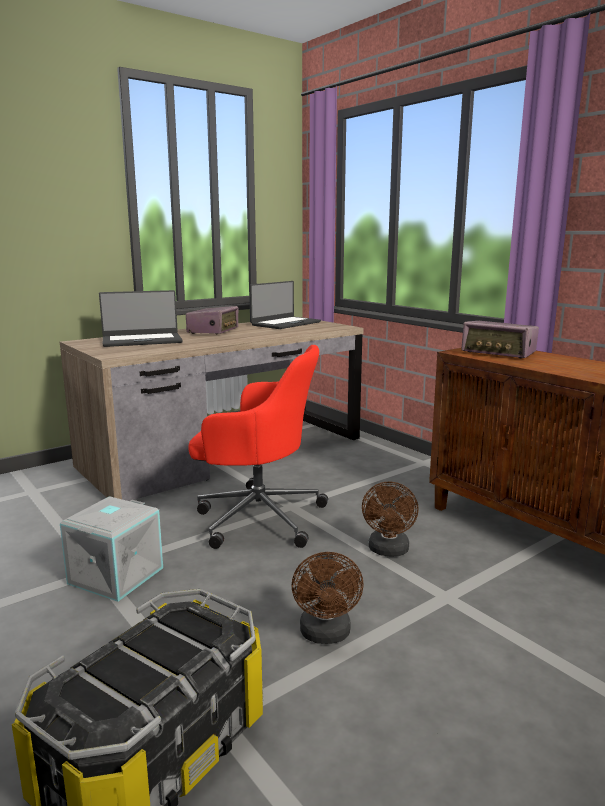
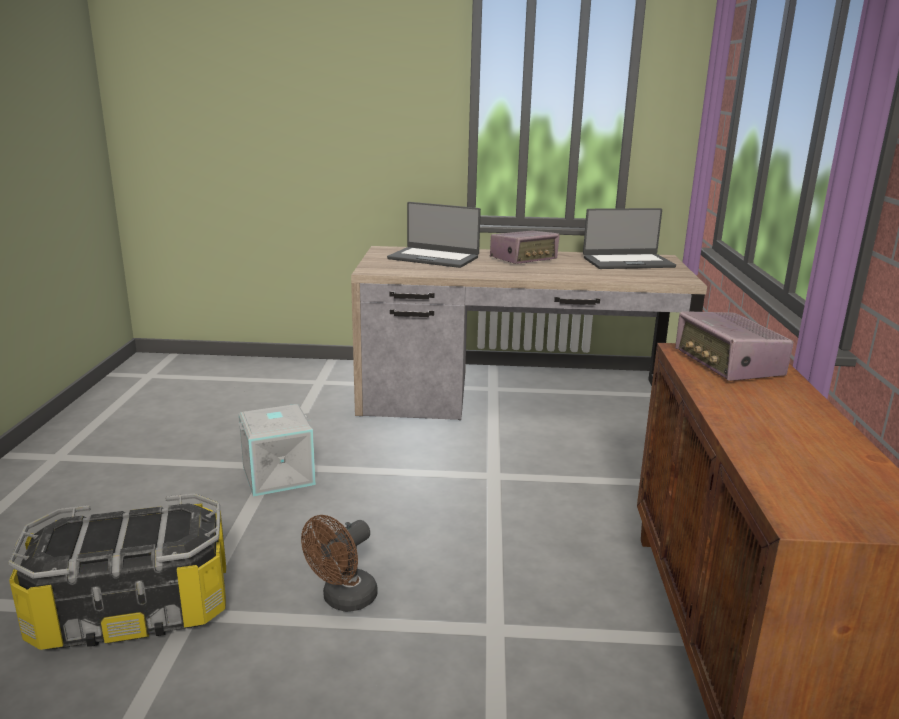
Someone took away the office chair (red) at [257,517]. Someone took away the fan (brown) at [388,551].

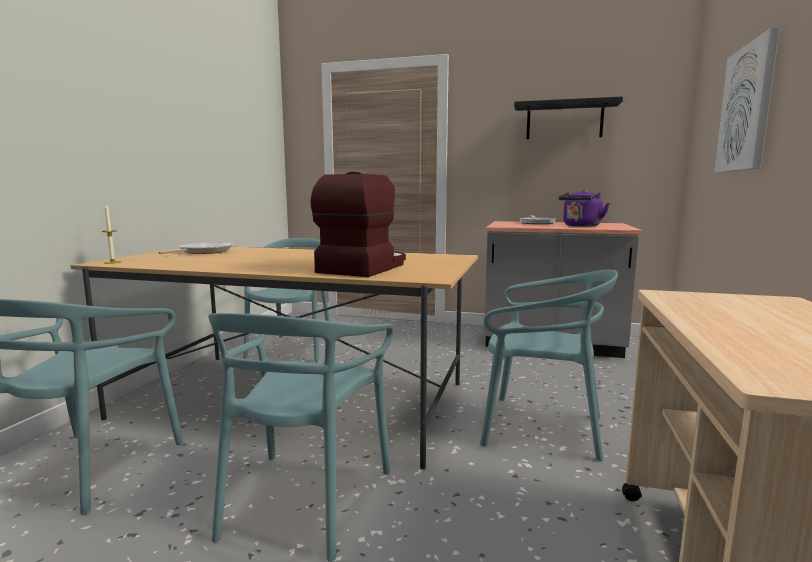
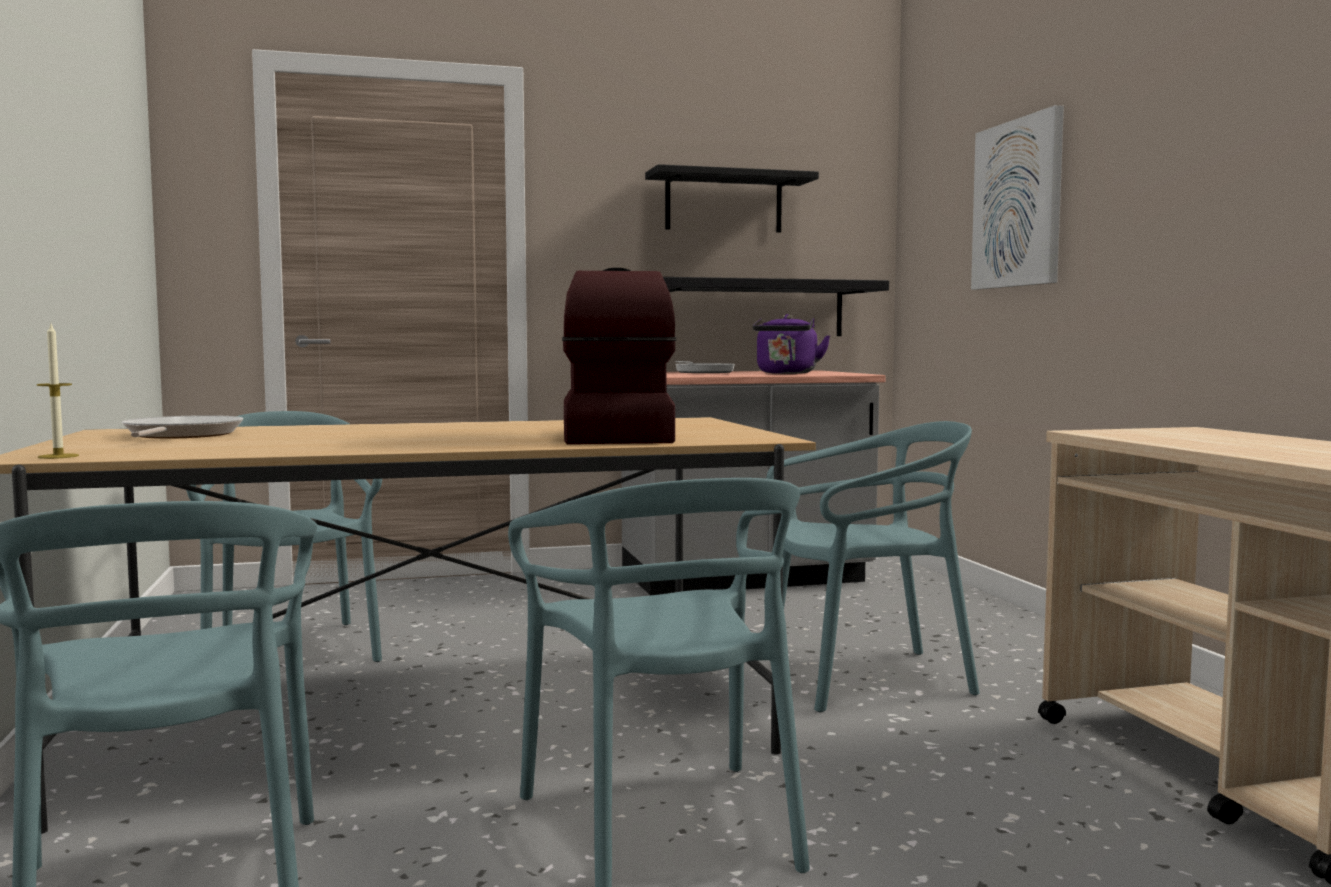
Someone put up the shelf (black) at [753,309].

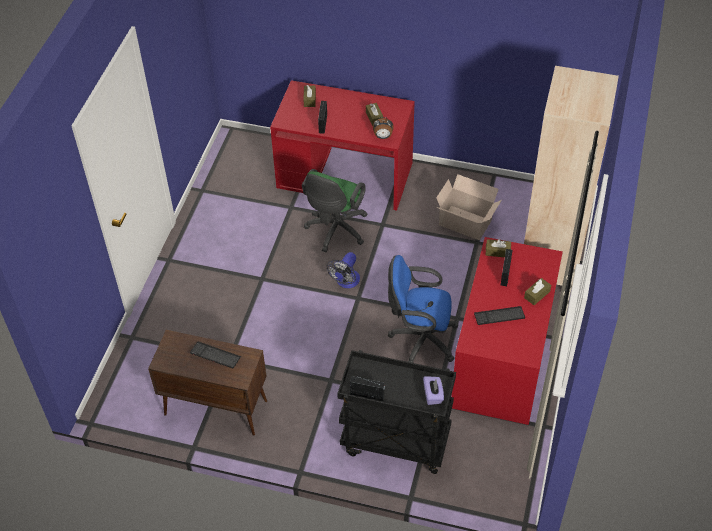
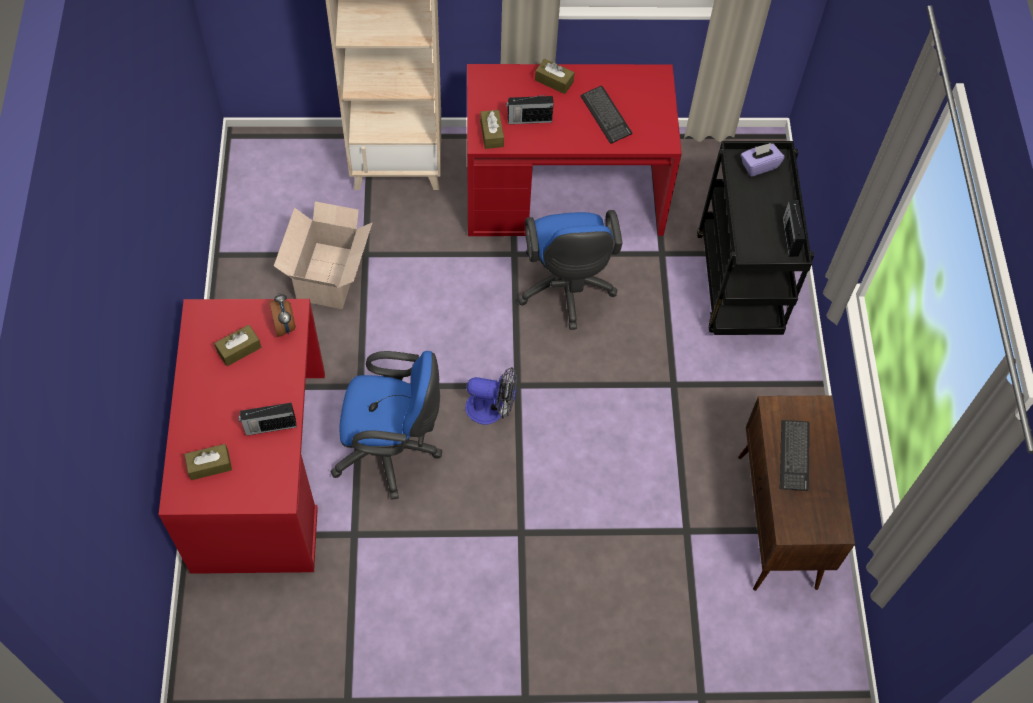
Someone repainted the office chair (green) at [335,231], which became the office chair (blue) at [391,451].

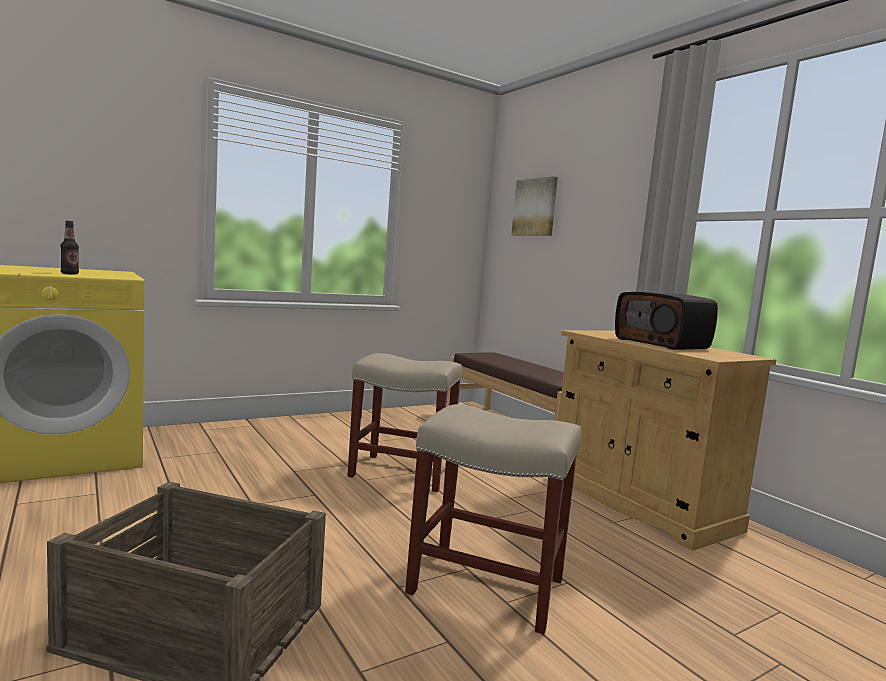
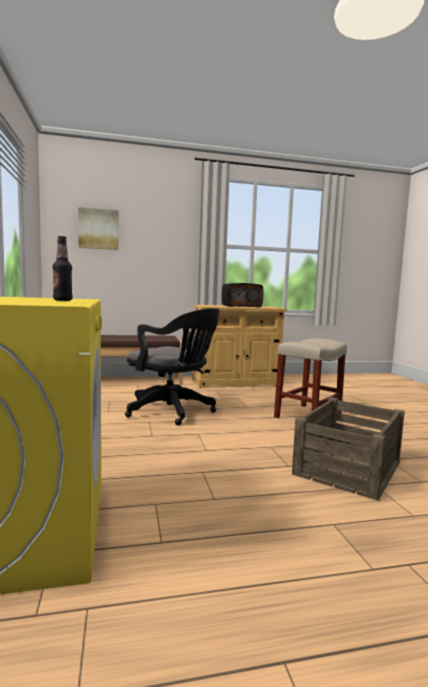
Someone swapped the stool (beige) at [400,472] for the office chair (black) at [173,411].

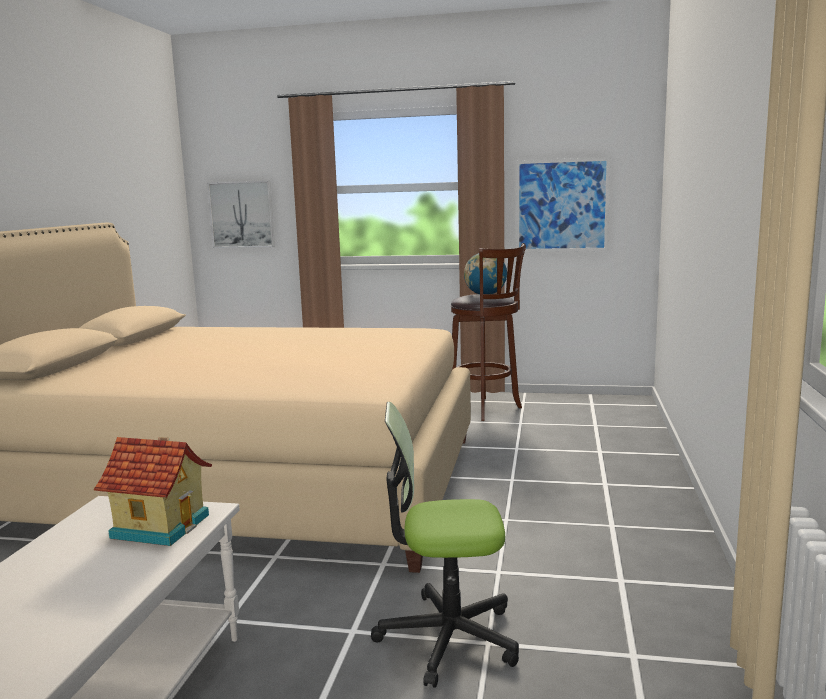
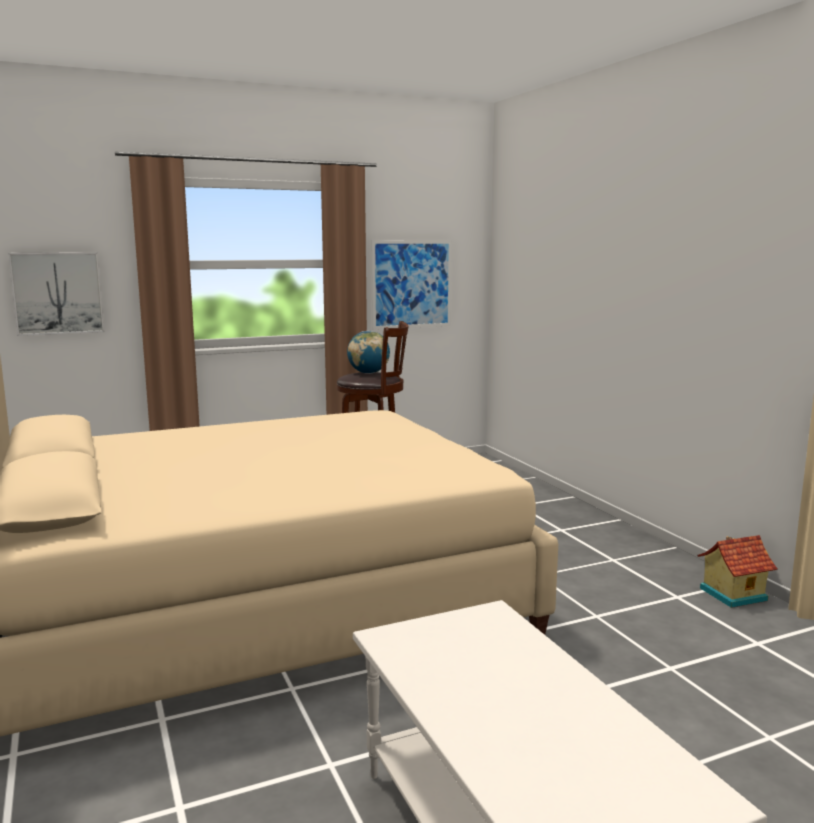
Someone carried the toy house from [161,525] to [731,593]. Someone took away the office chair at [448,637].

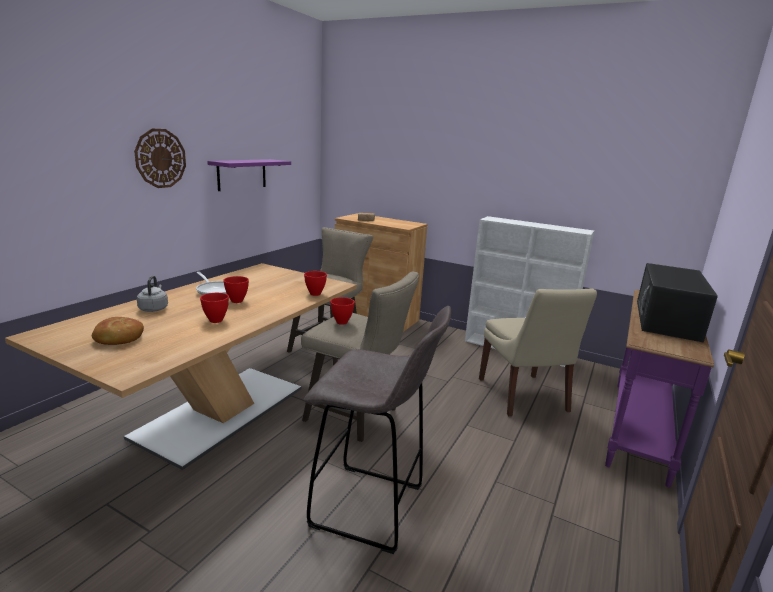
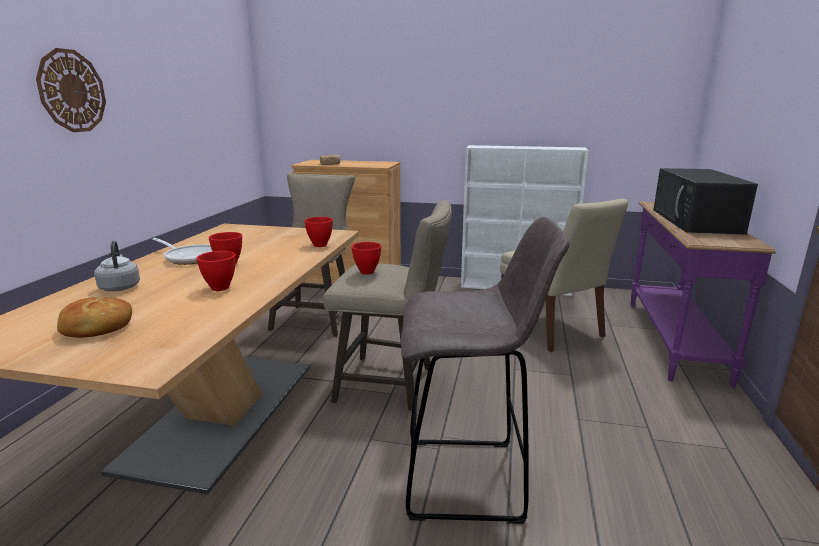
Someone took away the shelf (purple) at [242,174].

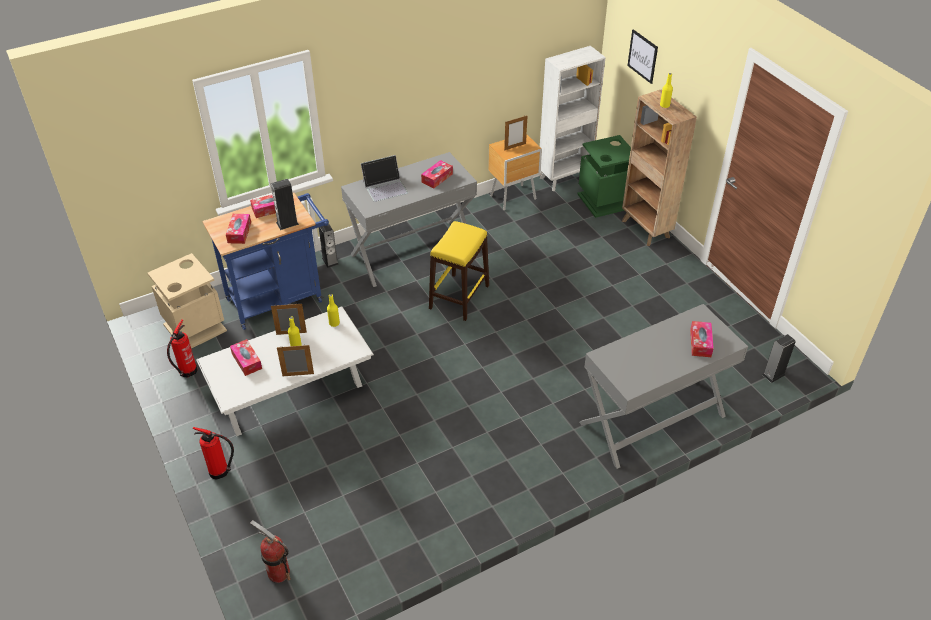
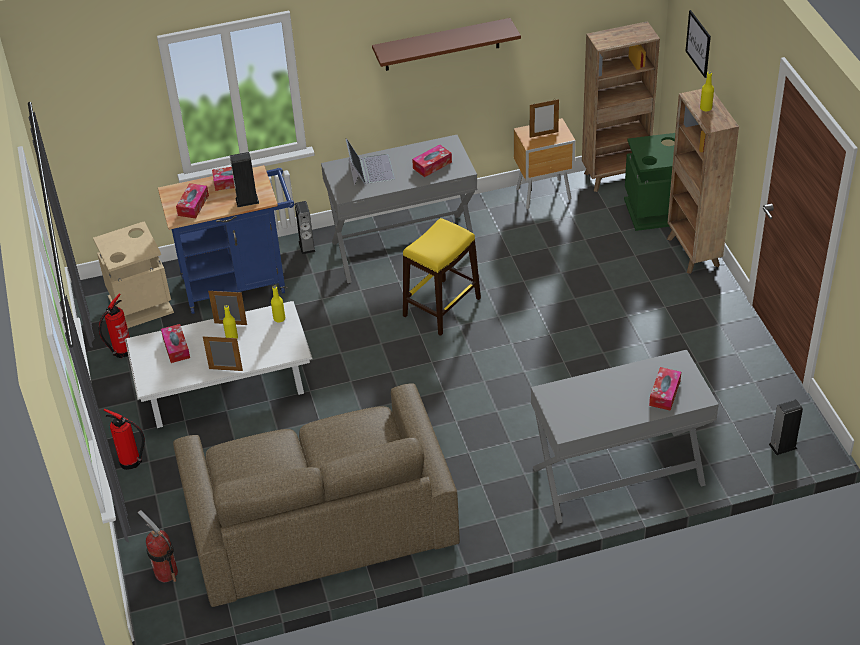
Someone put down the sofa (brown) at [319,519]. Someone rotated the laptop at [385,187] by 90 degrees counterclockwise. Someone put up the shelf (brown) at [442,45]. Someone repainted the bookcase (white) at [565,178], which became the bookcase (brown) at [615,176].

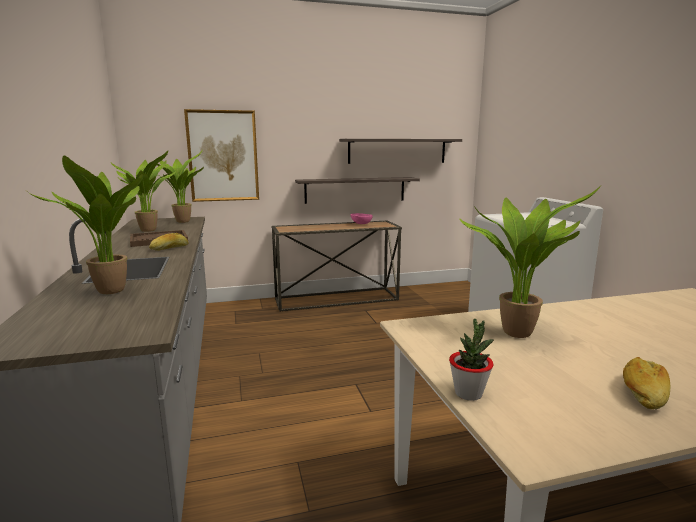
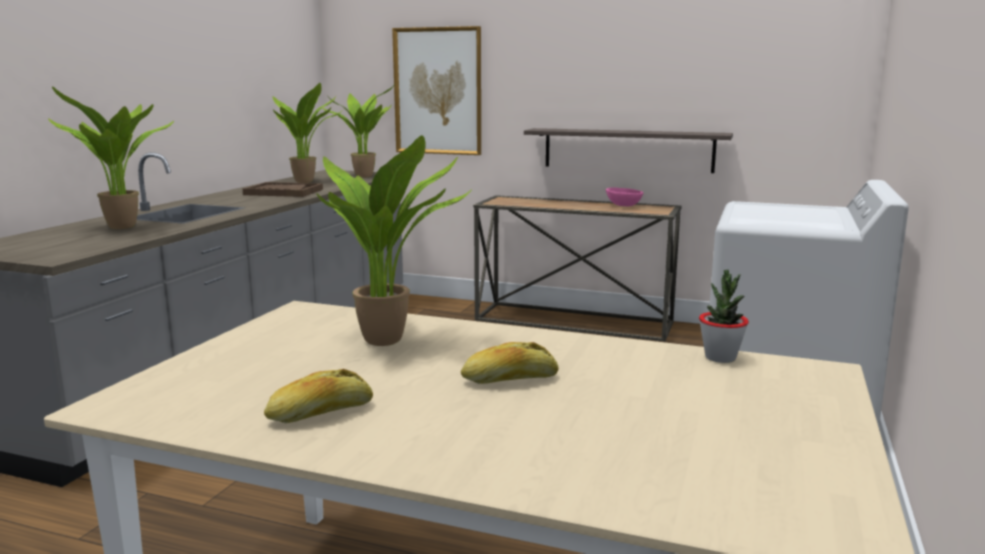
Someone carried the bread from [169,248] to [510,380]. Someone carried the potted plant from [468,393] to [720,358]. Someone took away the shelf at [397,151].

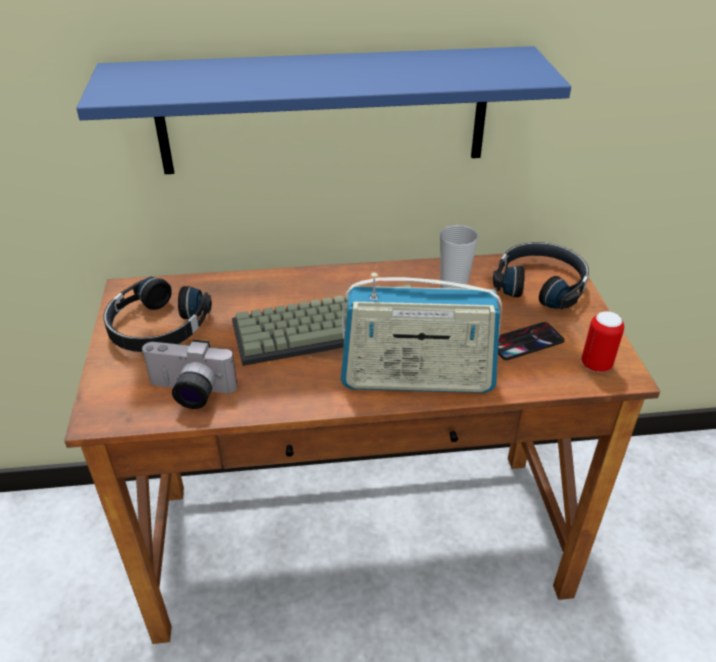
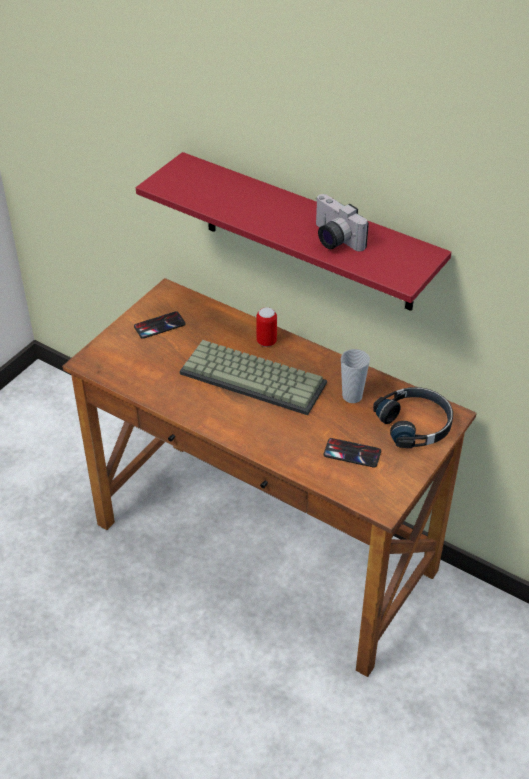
Someone swapped the headphones (black) at [156,328] for the phone at [159,325]. Someone repainted the shelf (blue) at [323,111], which became the shelf (red) at [308,233]. Someone carried the can from [596,365] to [266,342]. Someone carried the photo camera from [189,393] to [333,239]. Someone took away the radio at [417,379].

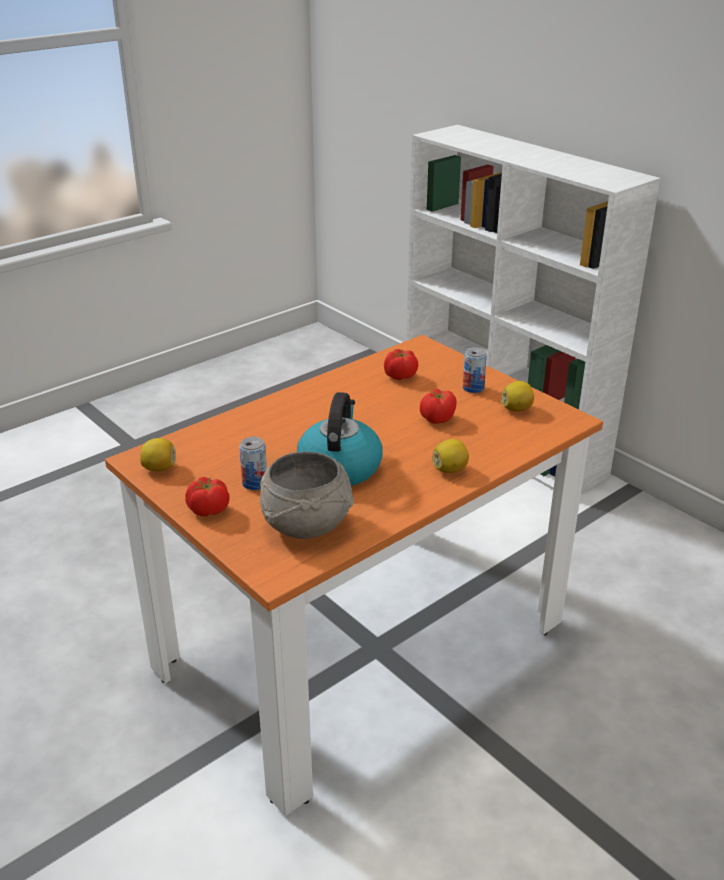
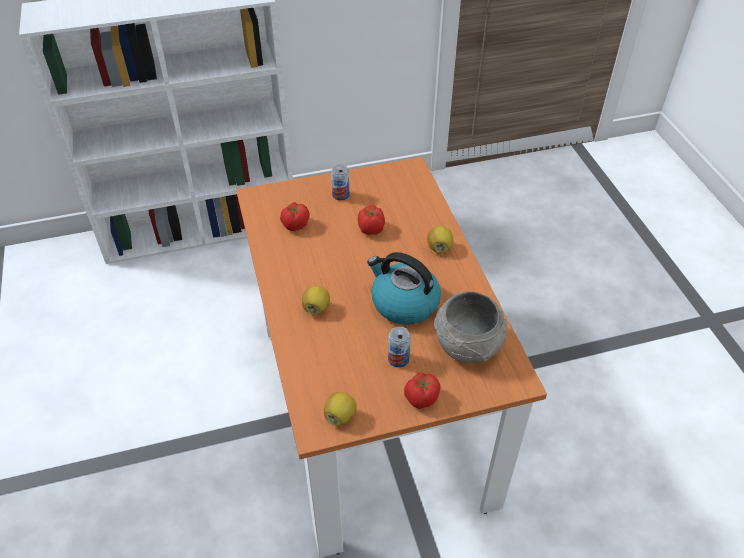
Someone carried the lemon from [516,409] to [316,308].

